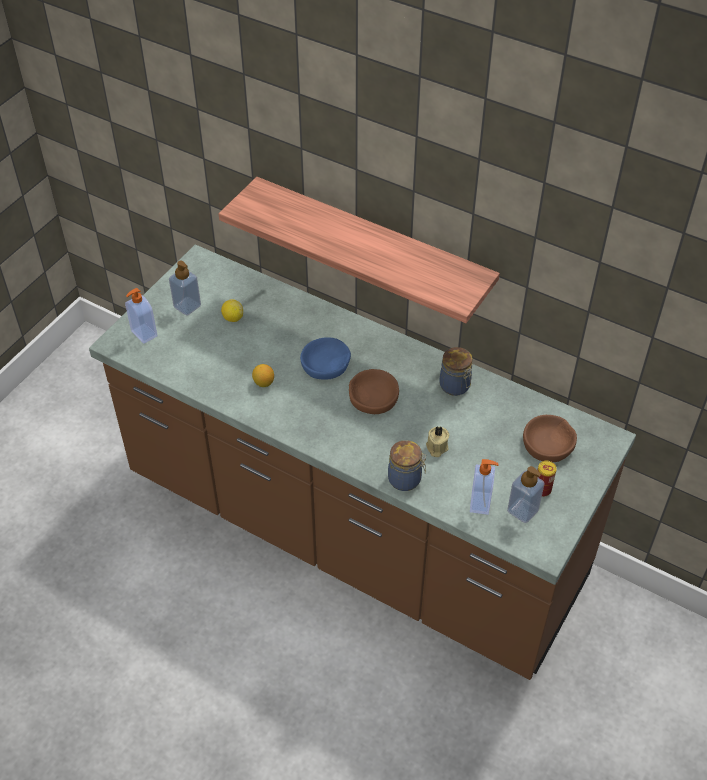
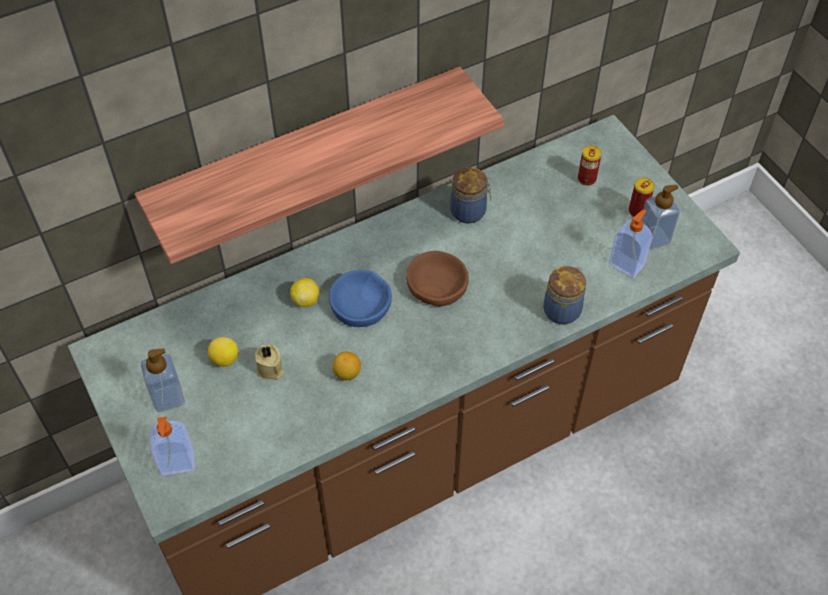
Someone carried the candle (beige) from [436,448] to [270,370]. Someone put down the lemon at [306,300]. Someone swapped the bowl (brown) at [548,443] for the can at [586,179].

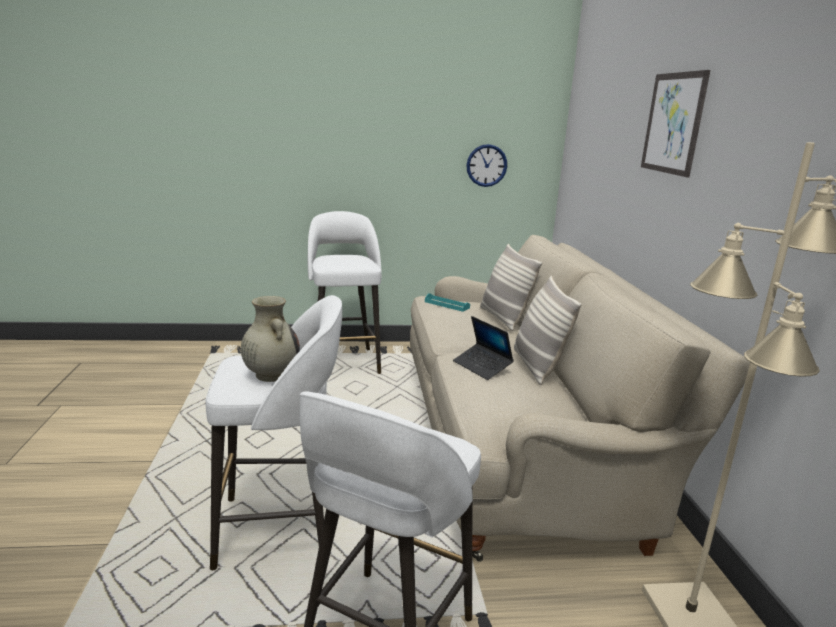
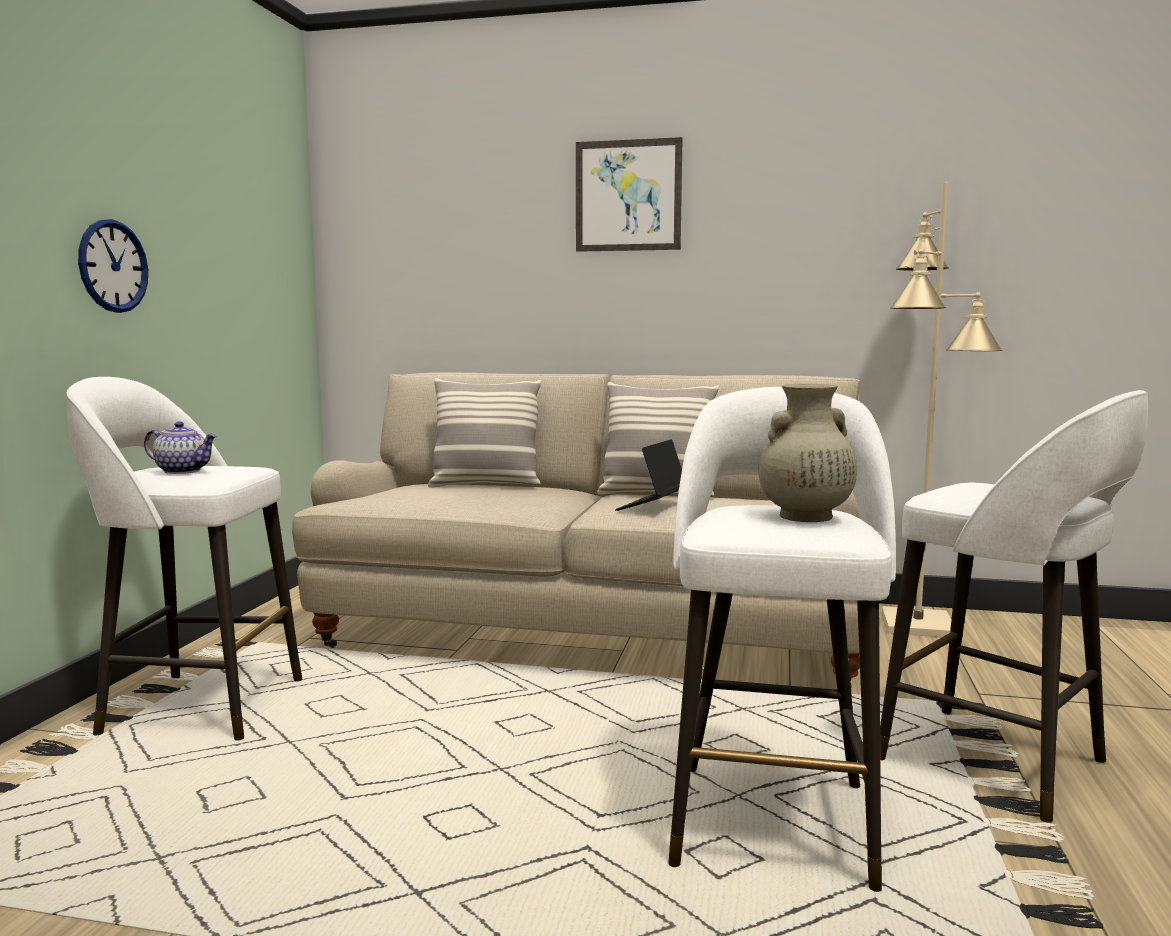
Someone carried the wall clock from [486,165] to [113,266]. Someone put down the teapot at [184,471]. Someone rotated the laptop at [482,366] by 135 degrees clockwise. Someone took away the tray (turquoise) at [447,305].

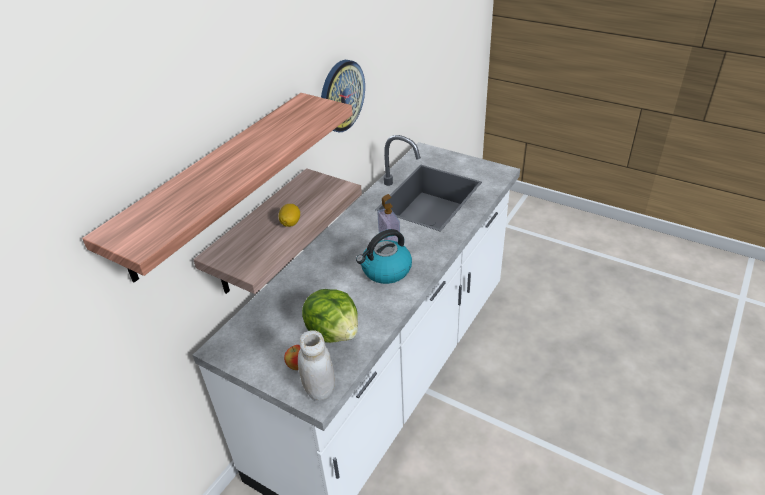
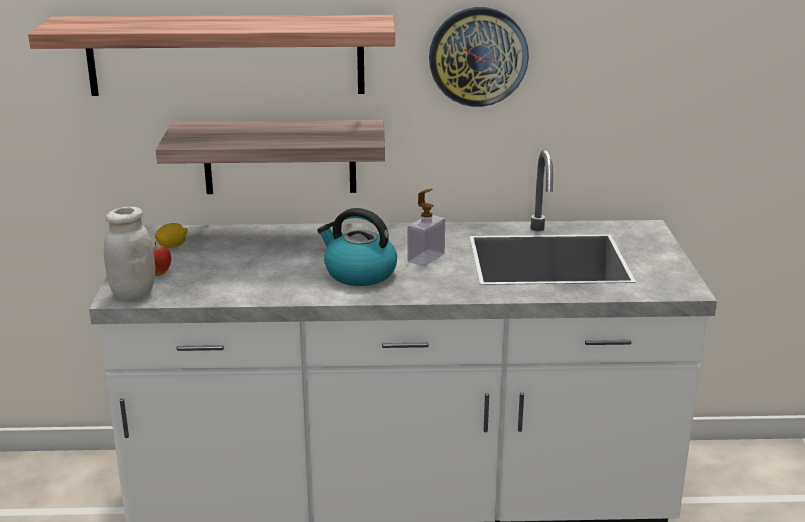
Someone carried the lemon from [290,223] to [172,246]. Someone took away the lettuce at [334,332].

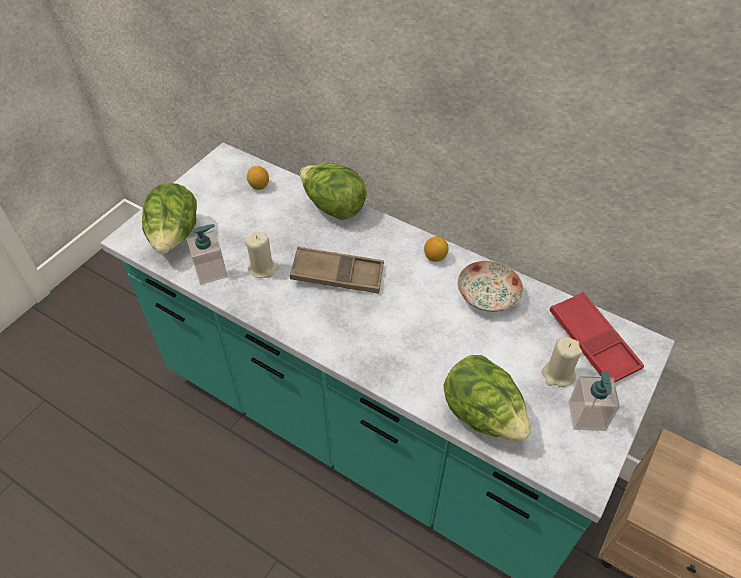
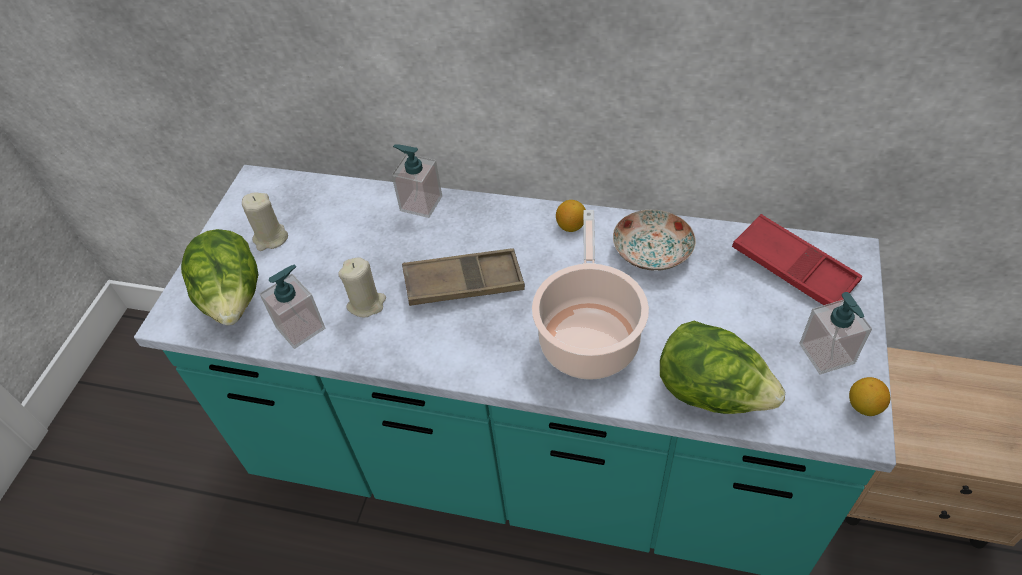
Someone carried the candle (beige) from [557,374] to [270,238]. Someone swapped the lettuce at [333,207] for the soap dispenser at [421,203]. Someone put down the cooking pot at [589,336]. Someone carried the lemon from [259,186] to [864,406].

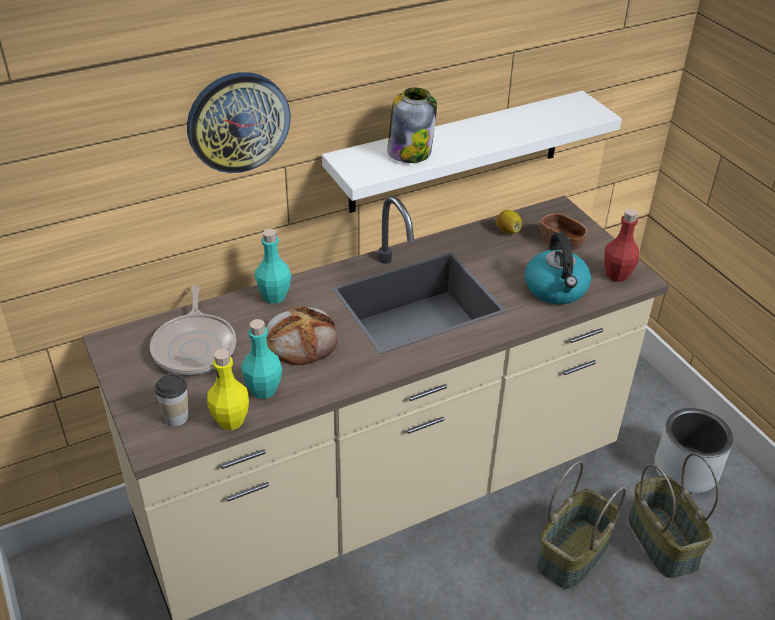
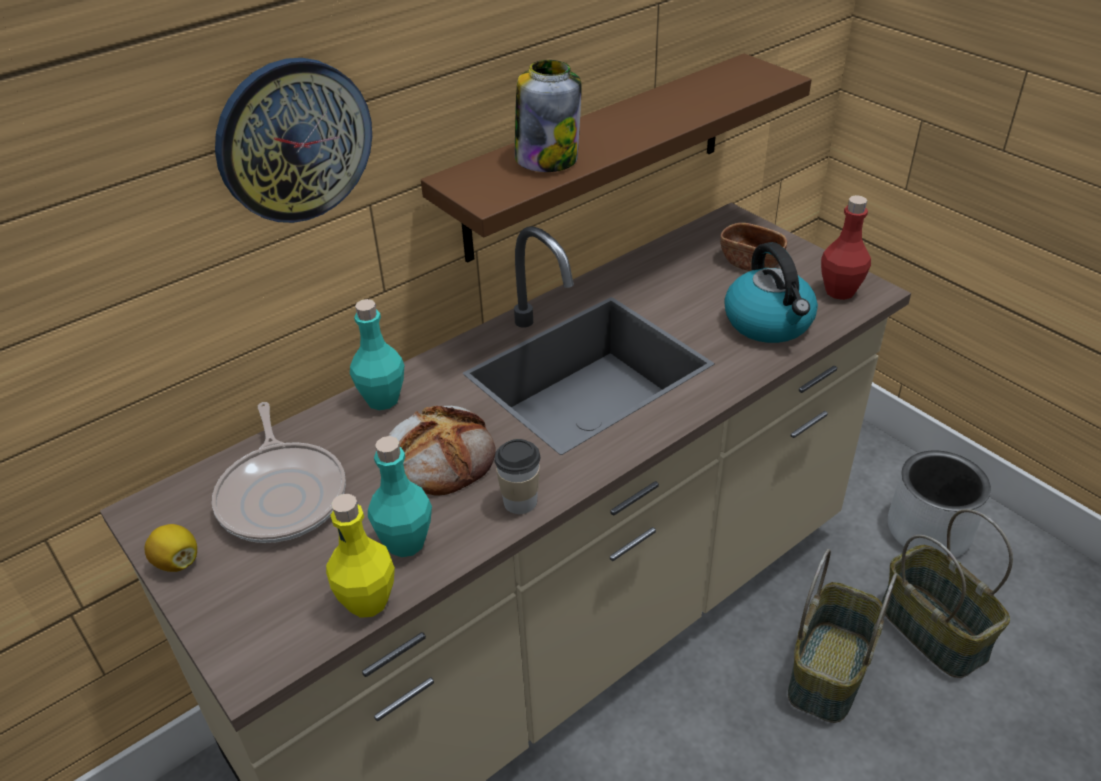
Someone carried the lemon from [507,231] to [177,561]. Someone repainted the shelf (white) at [457,152], which became the shelf (brown) at [598,157]. Someone carried the cup from [176,417] to [520,501].

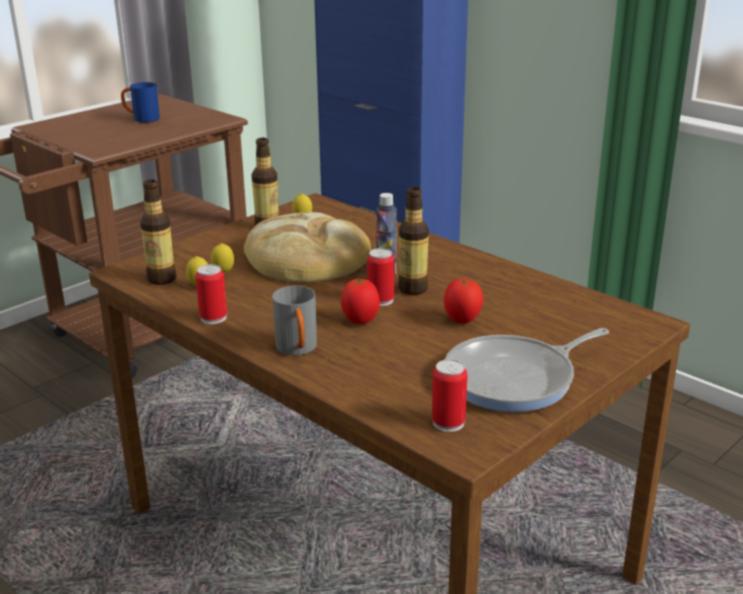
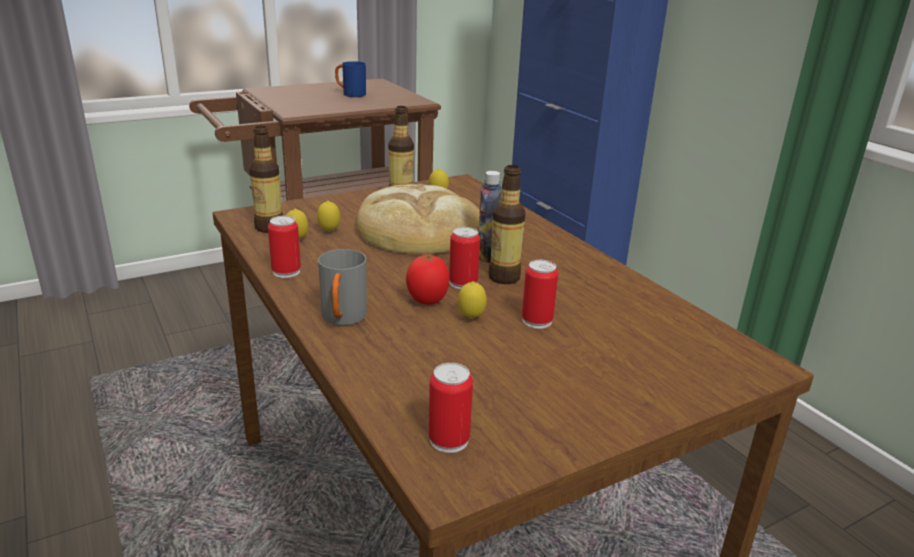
Someone put down the lemon at [471,318]. Someone swapped the tomato at [462,321] for the can at [537,321]. Someone took away the frying pan at [515,379].

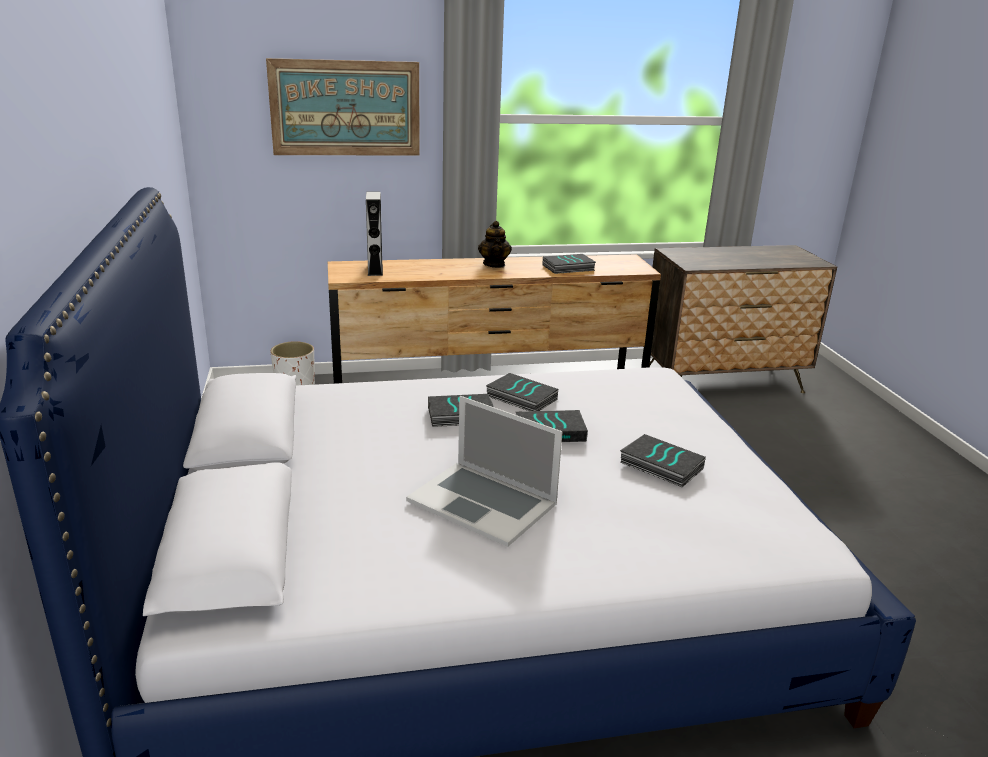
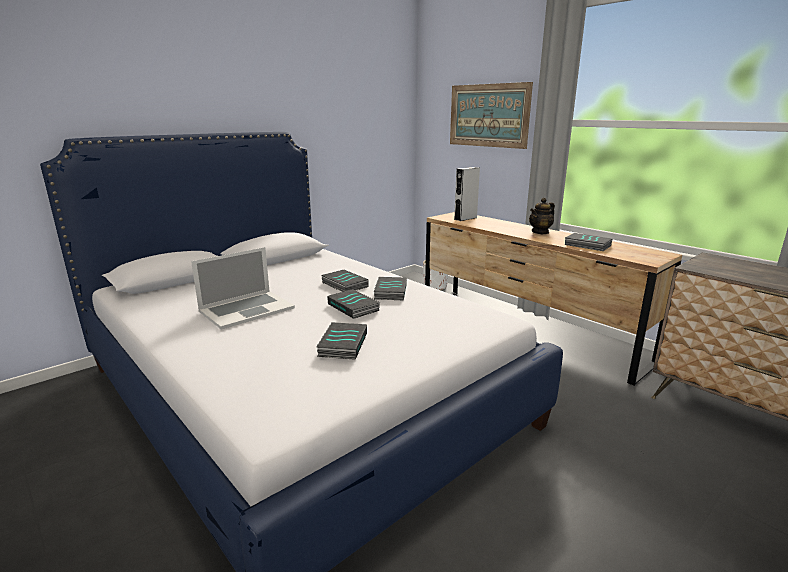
Someone rotated the laptop at [482,502] by 135 degrees counterclockwise.

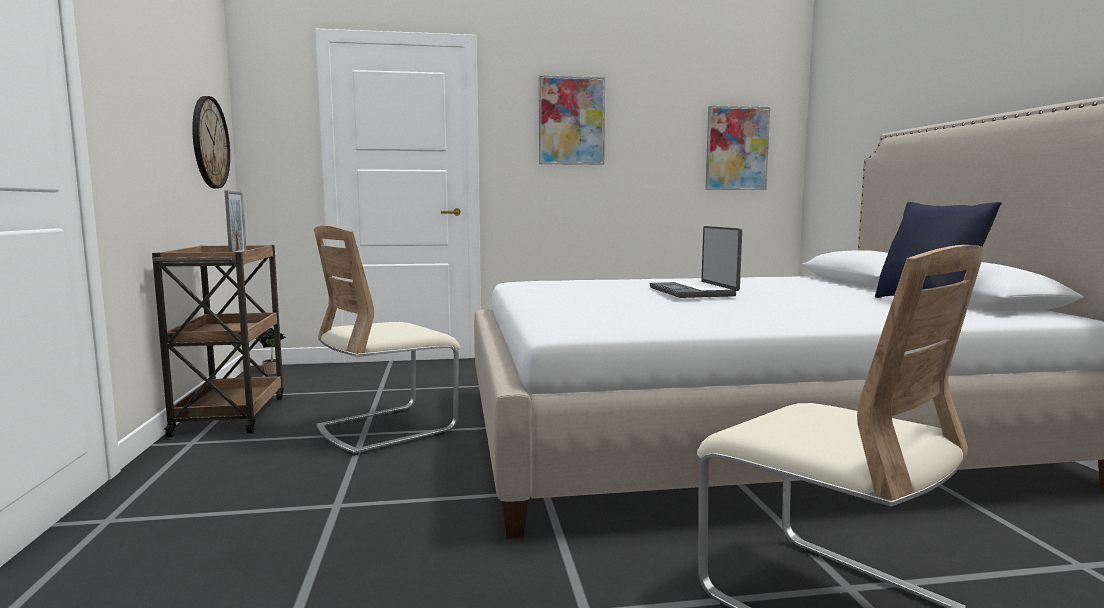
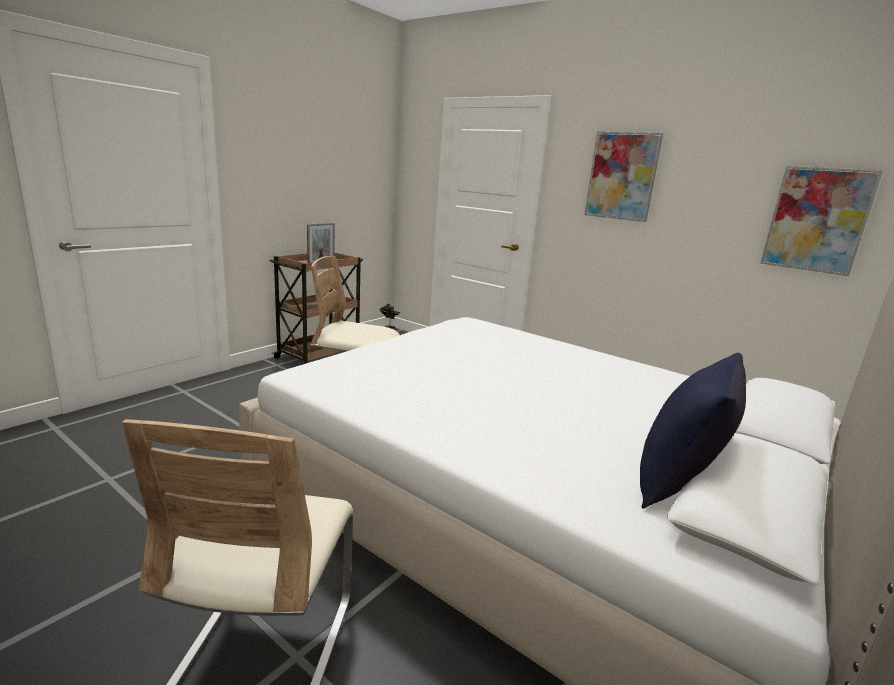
Someone took away the wall clock at [209,142]. Someone took away the laptop at [694,292].

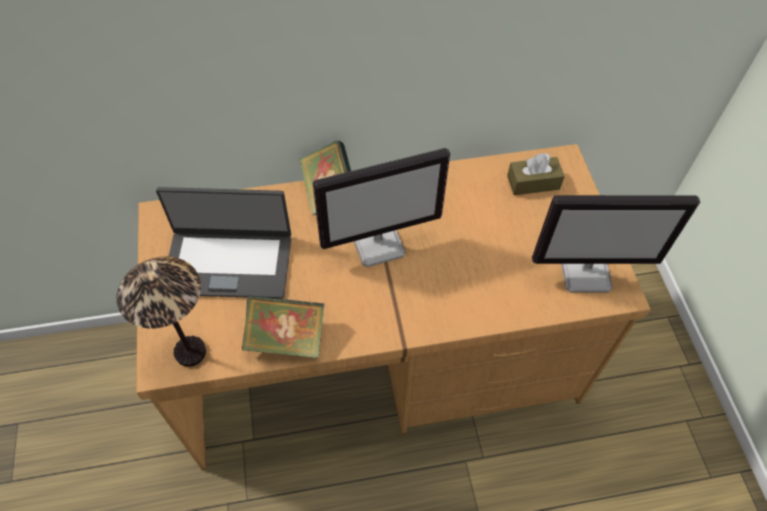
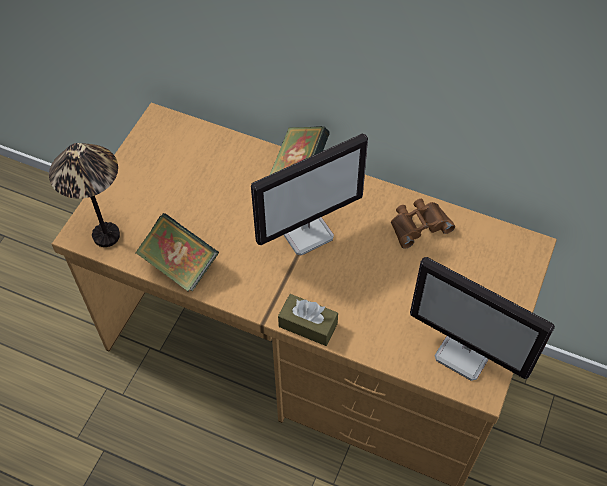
Someone rotated the monitor at [379,243] by 45 degrees counterclockwise. Someone carried the tissue box (brown) from [533,182] to [308,325]. Someone put down the binoculars (brown) at [418,225]. Someone took away the laptop at [228,263].

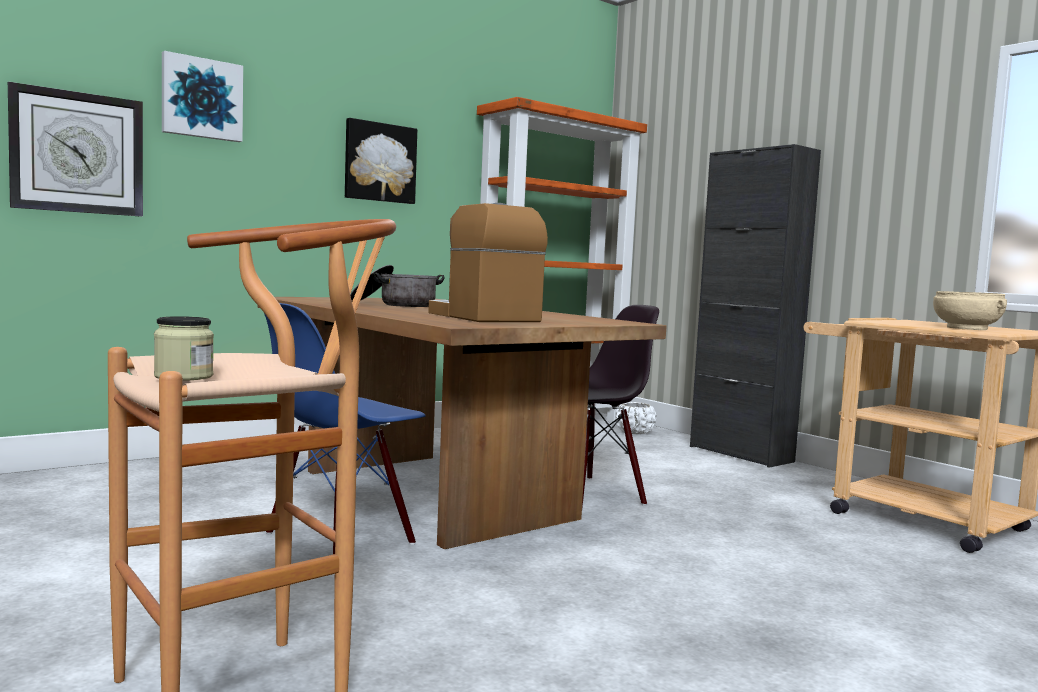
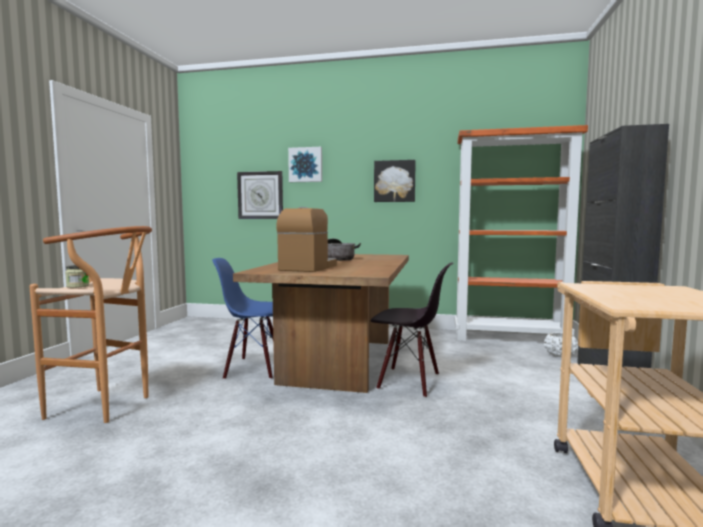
Someone took away the bowl (beige) at [967,328].

